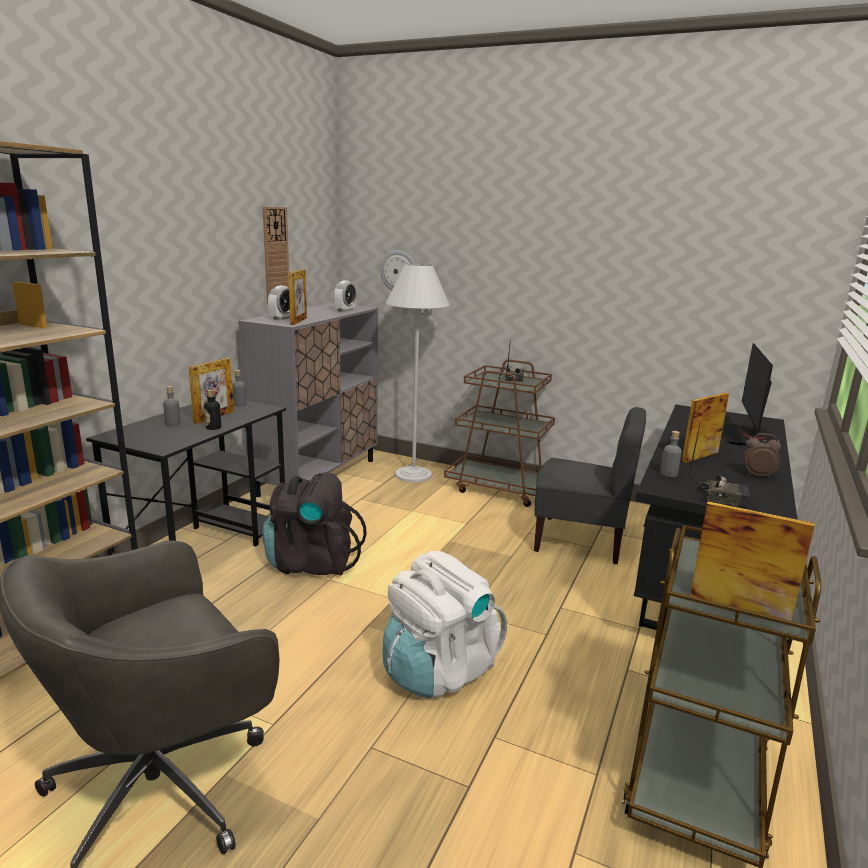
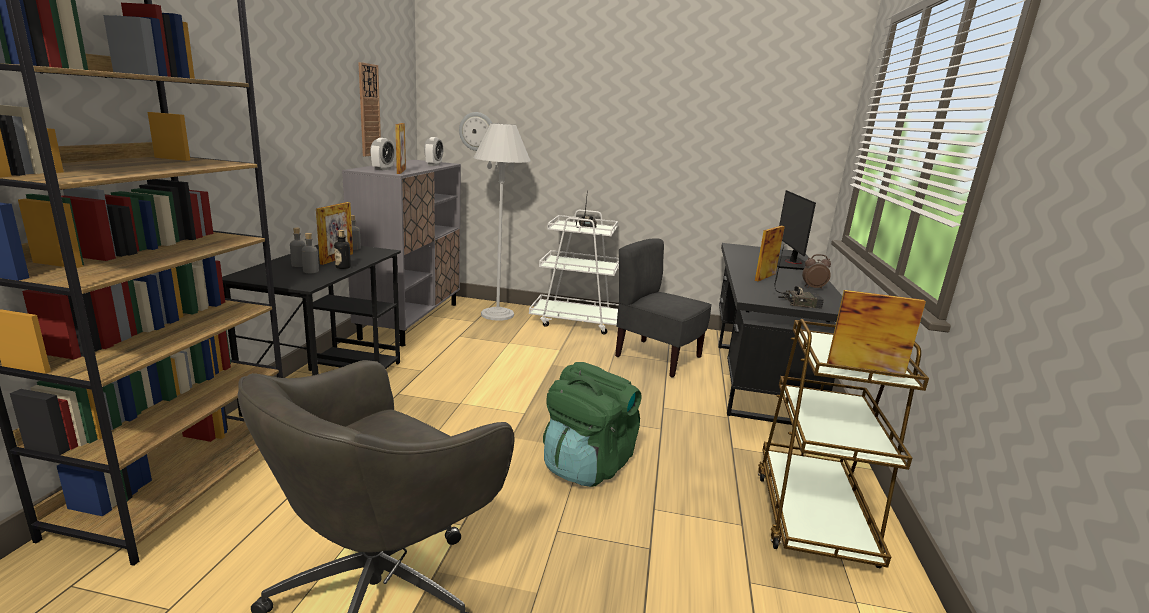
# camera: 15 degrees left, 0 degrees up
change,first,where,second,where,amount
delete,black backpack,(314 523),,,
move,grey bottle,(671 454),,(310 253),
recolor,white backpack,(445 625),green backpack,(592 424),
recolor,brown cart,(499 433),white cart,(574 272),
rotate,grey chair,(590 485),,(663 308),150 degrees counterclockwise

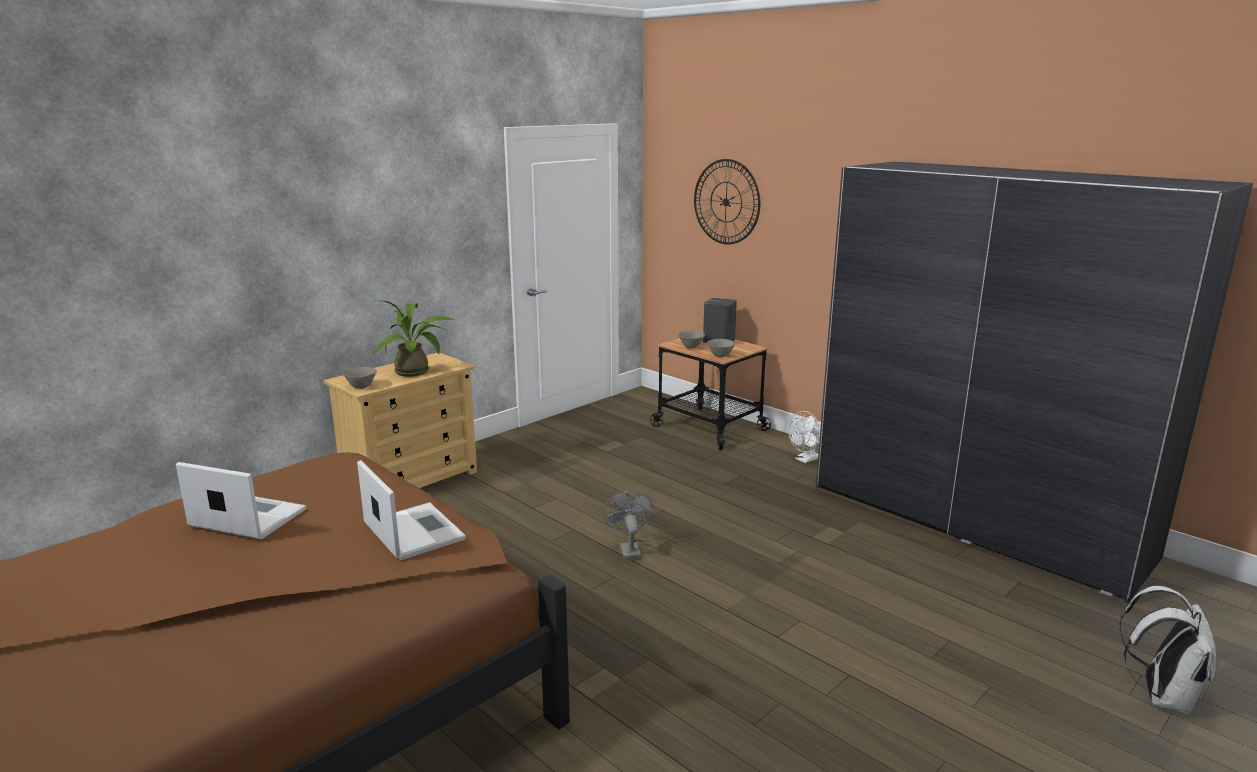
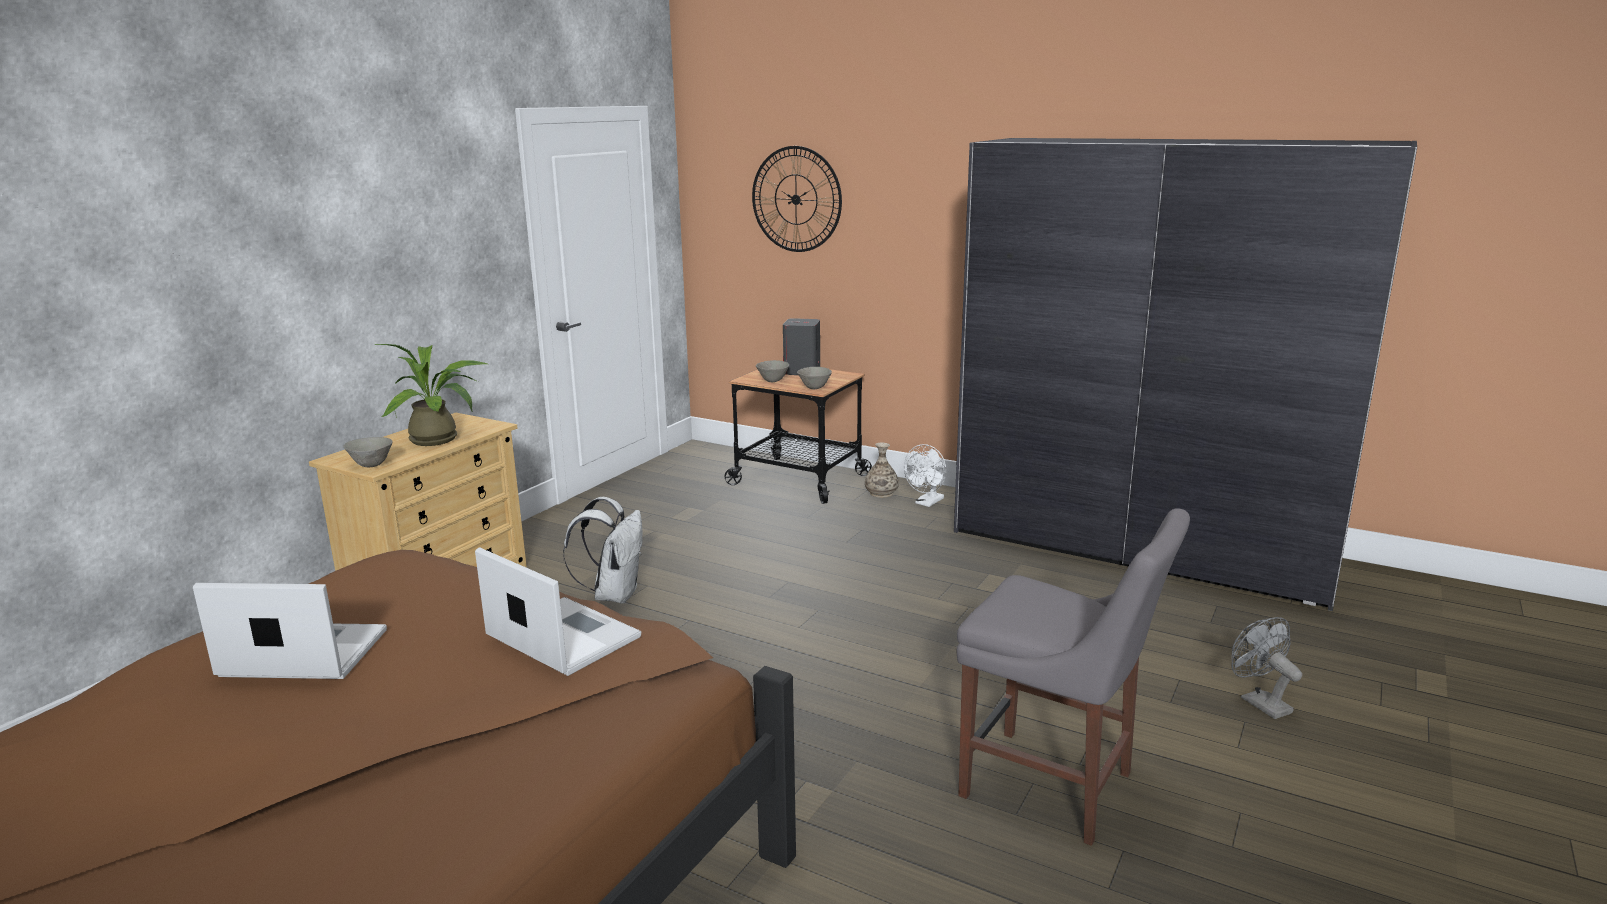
# camera: 15 degrees left, 0 degrees up
change,first,where,second,where,amount
insert,,,vase,(882 470),
insert,,,grey chair,(1073 677),
move,grey fan,(628 525),,(1266 668),
move,white backpack,(1167 650),,(602 550),

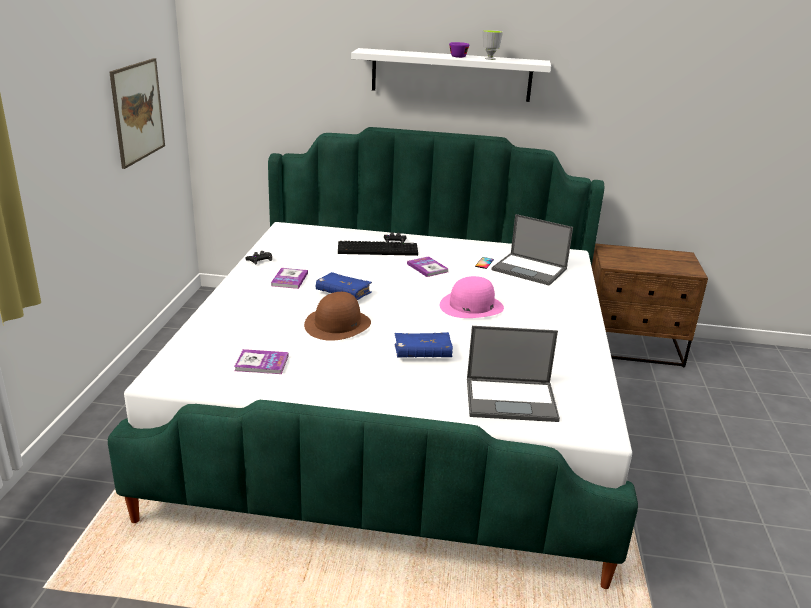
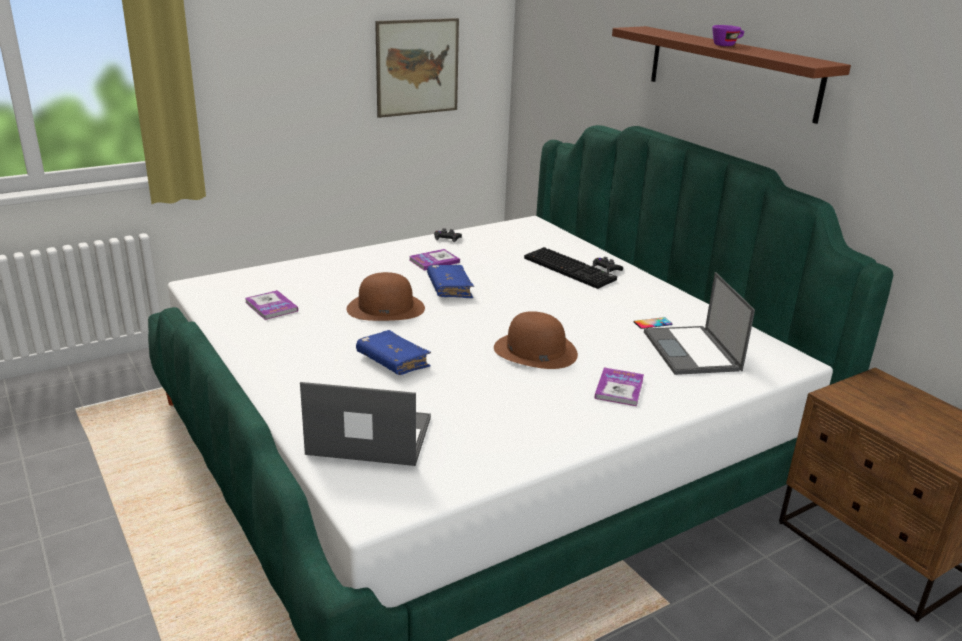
# camera: 50 degrees right, 0 degrees up
change,first,where,second,where,amount
delete,cup,(493 45),,,
move,book,(428 266),,(619 386),
recolor,white shelf,(451 75),brown shelf,(731 75),
recolor,pink hat,(472 297),brown hat,(536 340),
rotate,laptop,(513 374),,(365 424),135 degrees clockwise

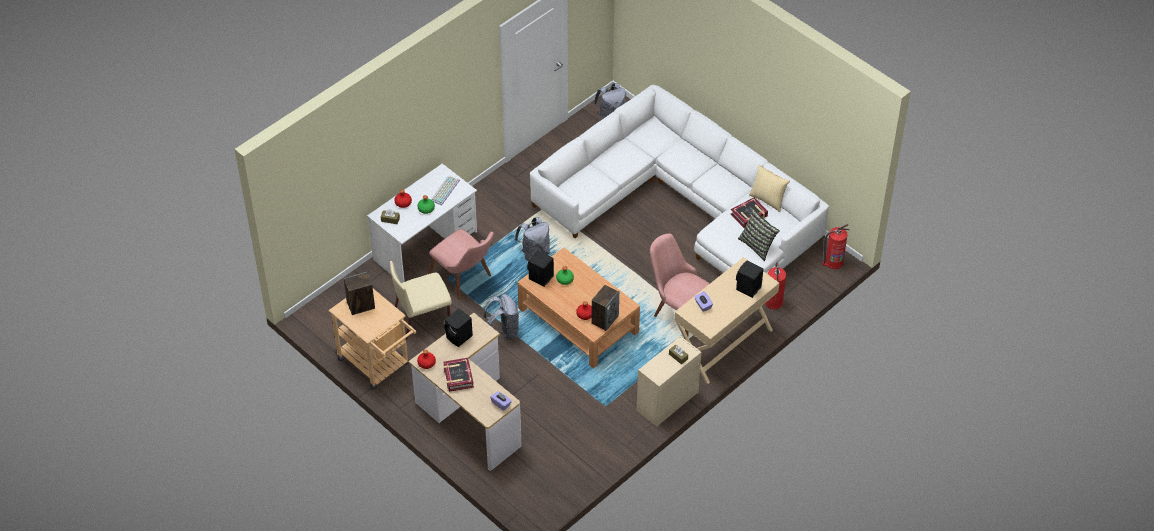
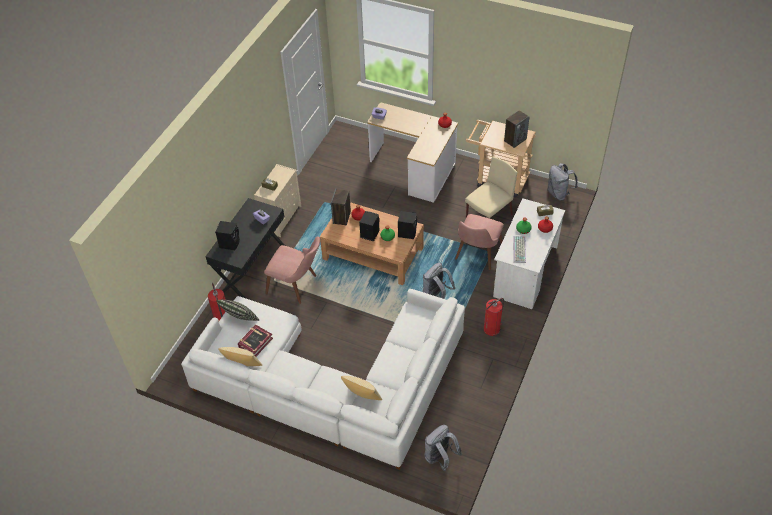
# camera: 160 degrees right, 0 degrees up
change,first,where,second,where,amount
delete,book,(459 375),,,
insert,,,pillow,(361 388),
move,black speaker,(458 328),,(369 226),
move,grey backpack,(501 317),,(562 182),
move,fire extinguisher,(835 246),,(494 317),
recolor,beige desk,(726 320),black desk,(245 248),
rotate,pink chair,(461 264),,(479 242),90 degrees counterclockwise

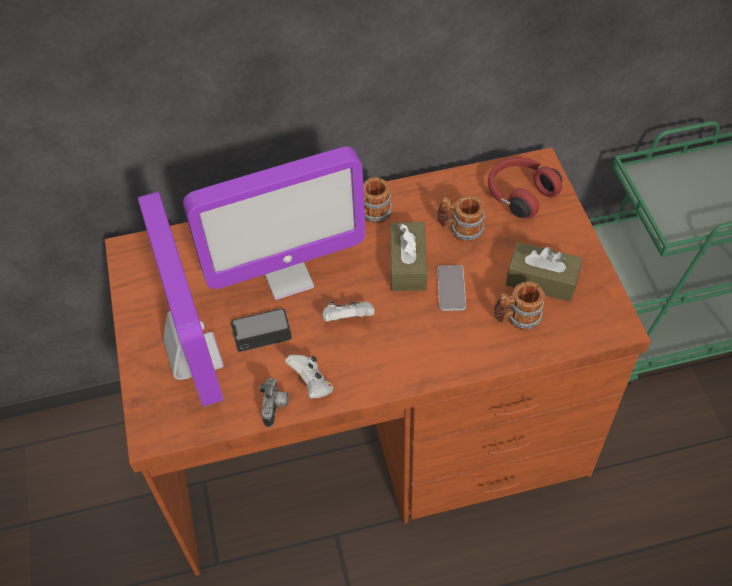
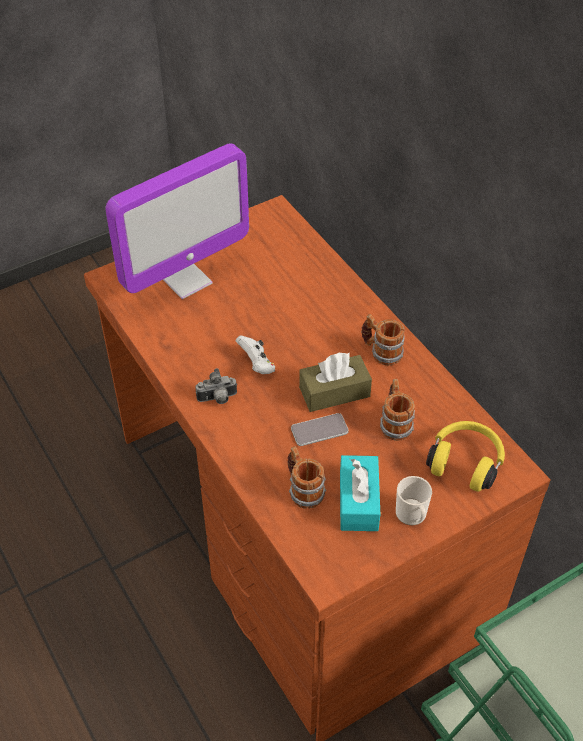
# camera: 70 degrees right, 5 degrees down
change,first,where,second,where,amount
delete,monitor,(274 223),,,
delete,phone,(261 330),,,
delete,white game controller,(309 376),,,
insert,,,mug,(414 500),
move,photo camera,(273 402),,(216 386),
recolor,red headphones,(525 187),yellow headphones,(465 456),
recolor,brown tissue box,(544 272),turquoise tissue box,(360 493),

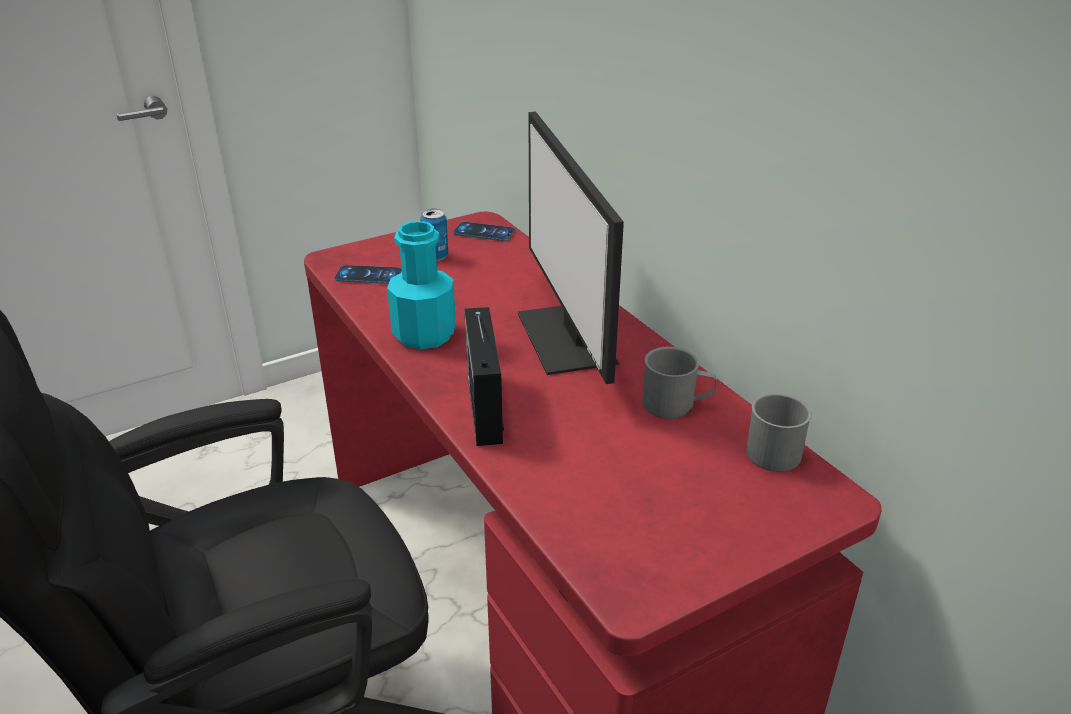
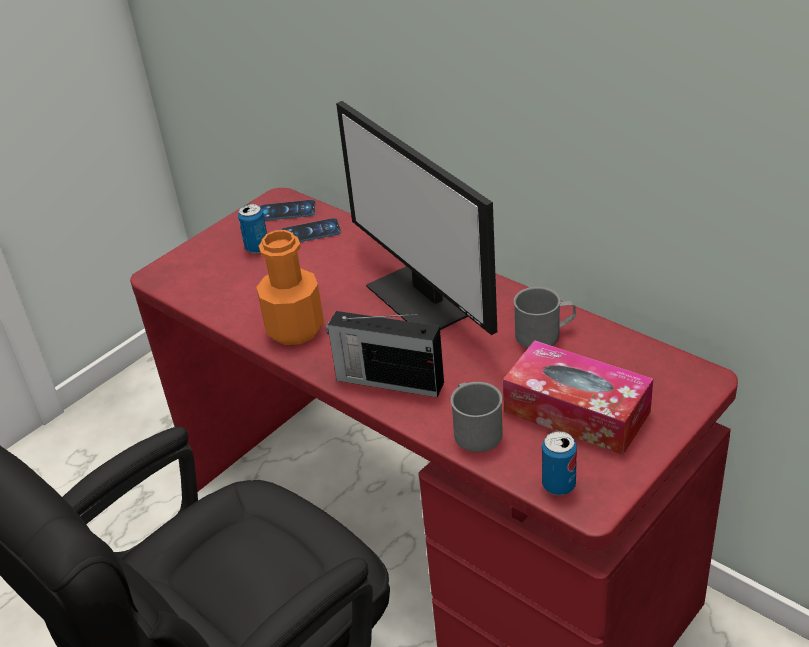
# camera: 15 degrees left, 5 degrees up
change,first,where,second,where,amount
insert,,,tissue box,(578 397),
insert,,,can,(559 463),
move,phone,(368 274),,(311 230),
move,grey mug,(779 432),,(477 417),
recolor,turquoise bottle,(421 285),orange bottle,(290 287),
rotate,radio,(484 376),,(385 354),45 degrees counterclockwise

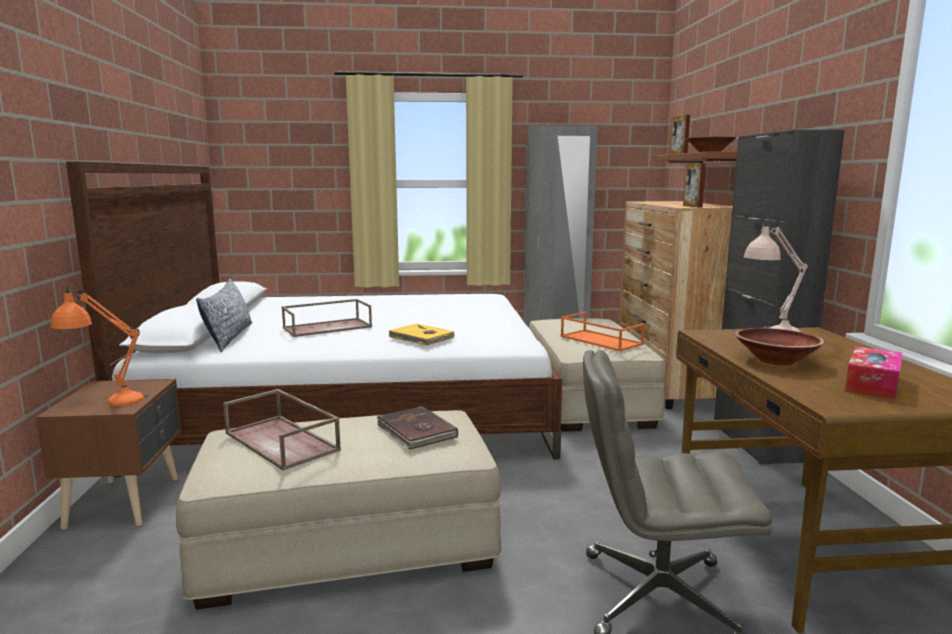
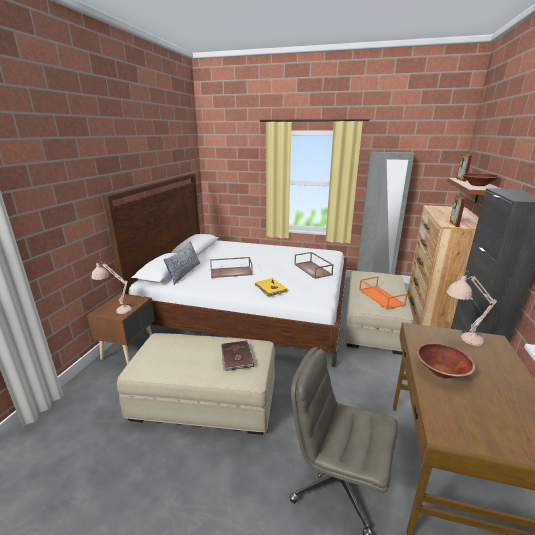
# camera: 20 degrees right, 10 degrees up
change,first,where,second,where,amount
delete,tissue box,(874 372),,,
move,brown tray,(282 430),,(314 265),
recolor,orange table lamp,(99 345),beige table lamp,(112 287),

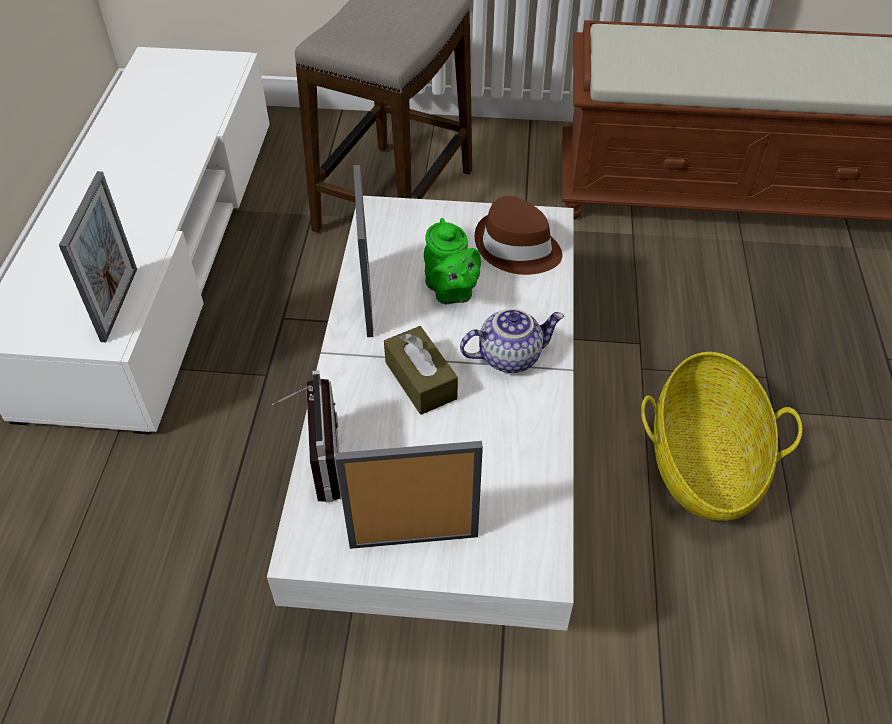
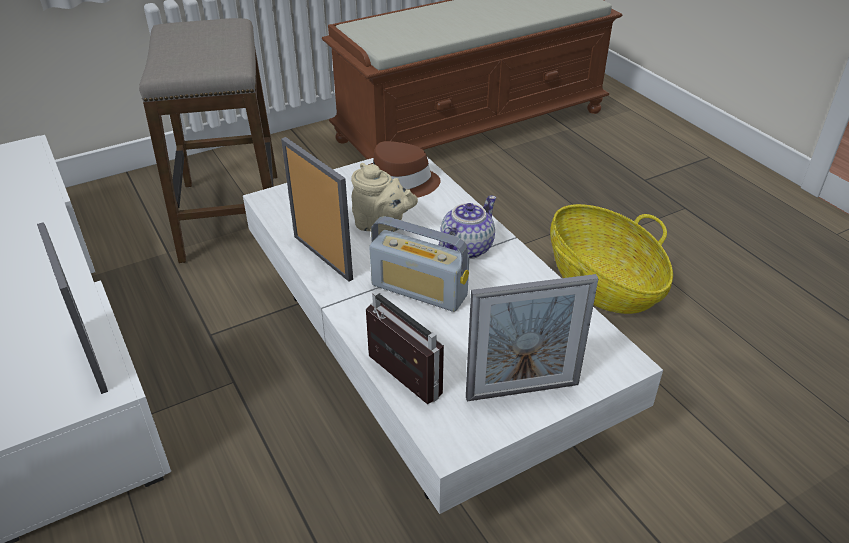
# camera: 35 degrees left, 10 degrees down
change,first,where,second,where,amount
replace,brown tissue box,(421 370),radio,(419 264),
recolor,green teapot,(452 261),beige teapot,(384 199),
rotate,picture frame,(409 495),,(532 337),150 degrees counterclockwise

